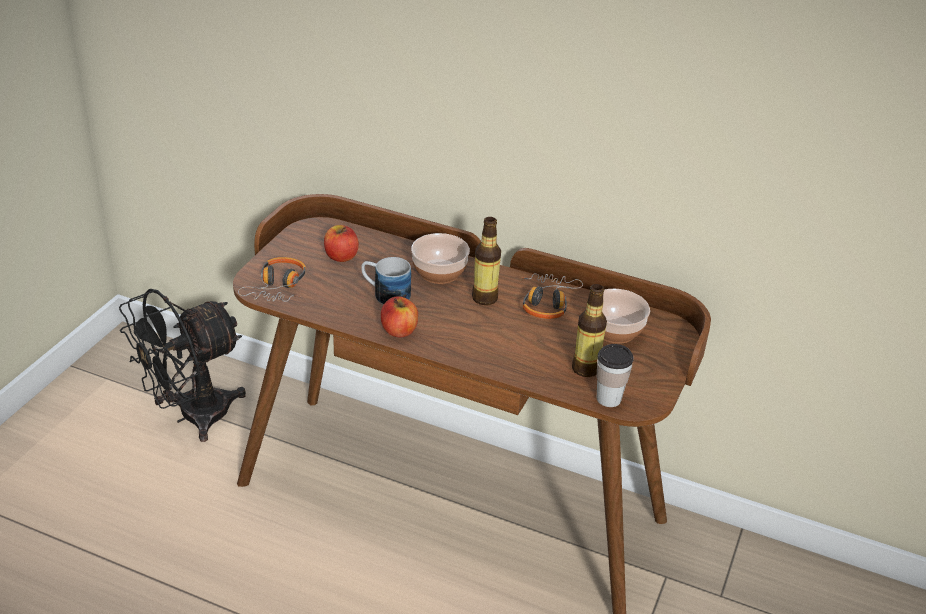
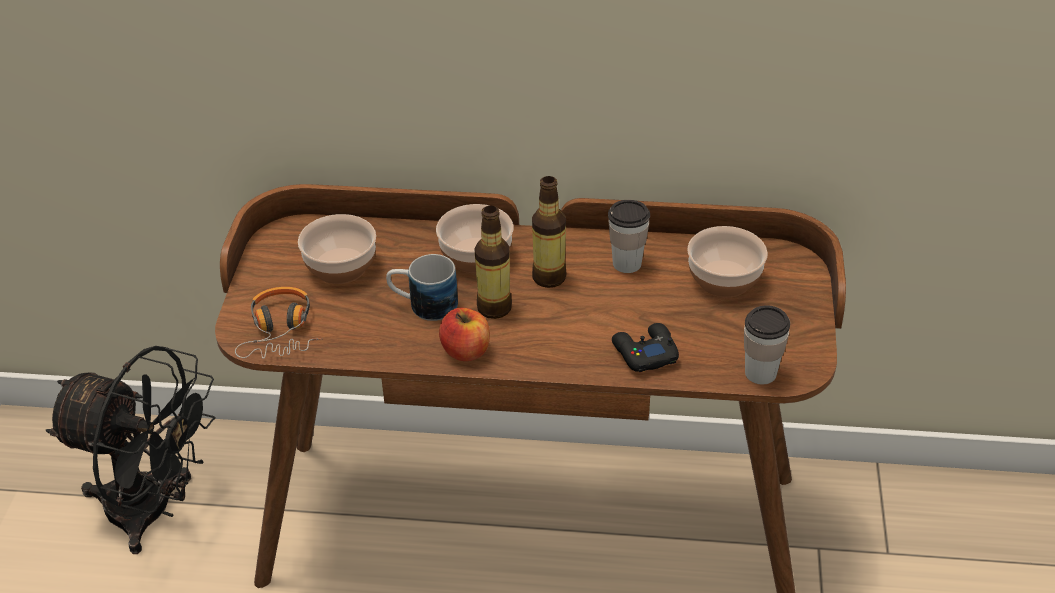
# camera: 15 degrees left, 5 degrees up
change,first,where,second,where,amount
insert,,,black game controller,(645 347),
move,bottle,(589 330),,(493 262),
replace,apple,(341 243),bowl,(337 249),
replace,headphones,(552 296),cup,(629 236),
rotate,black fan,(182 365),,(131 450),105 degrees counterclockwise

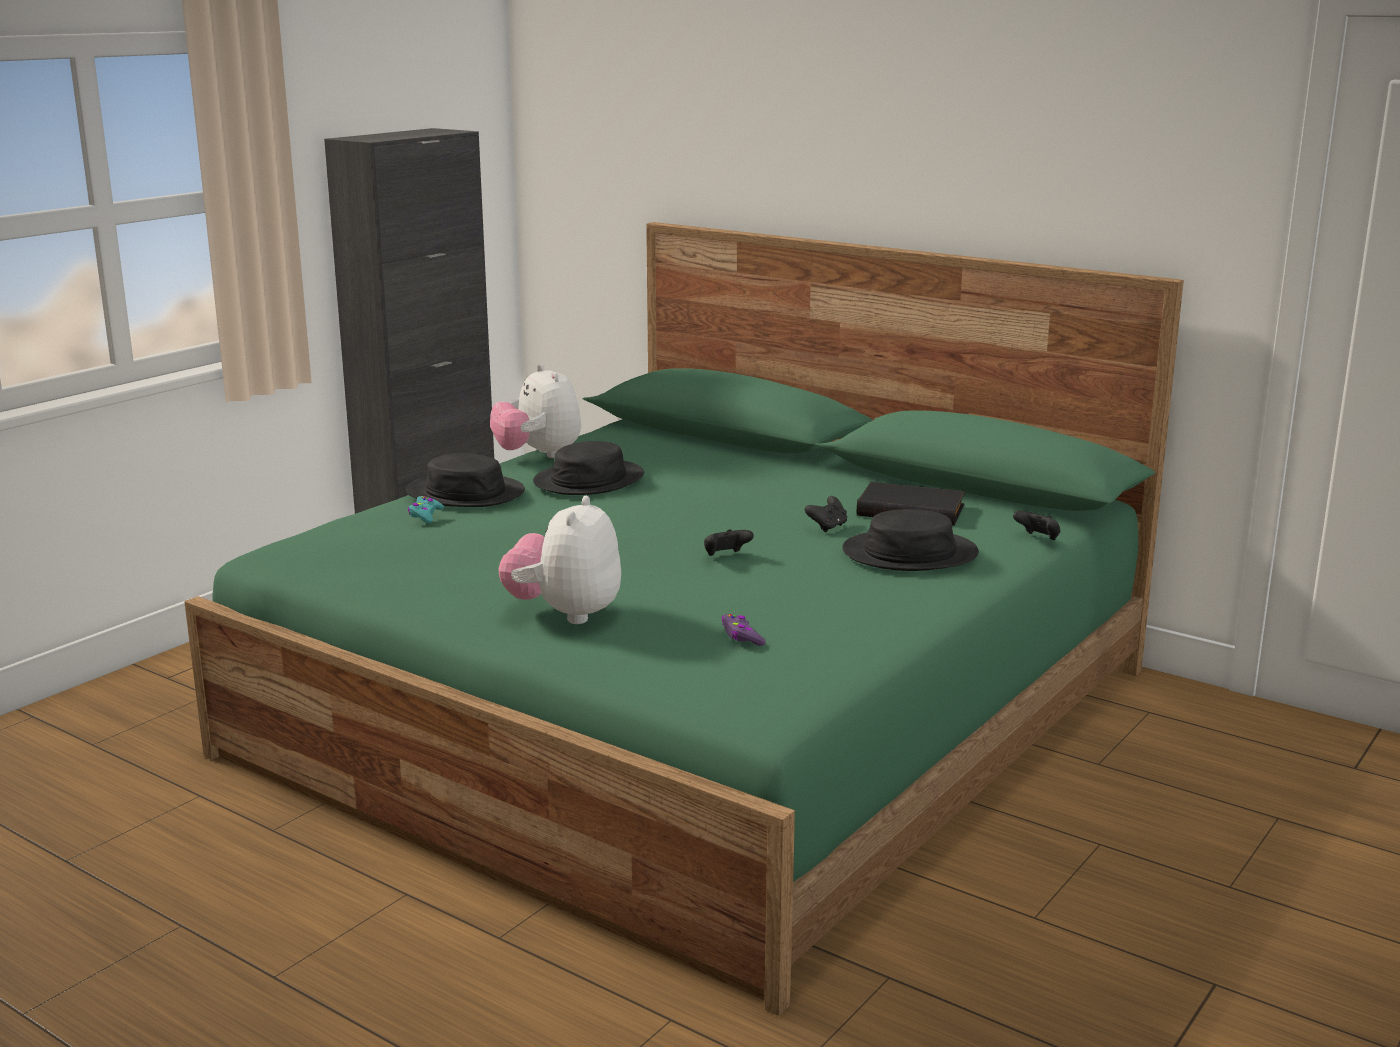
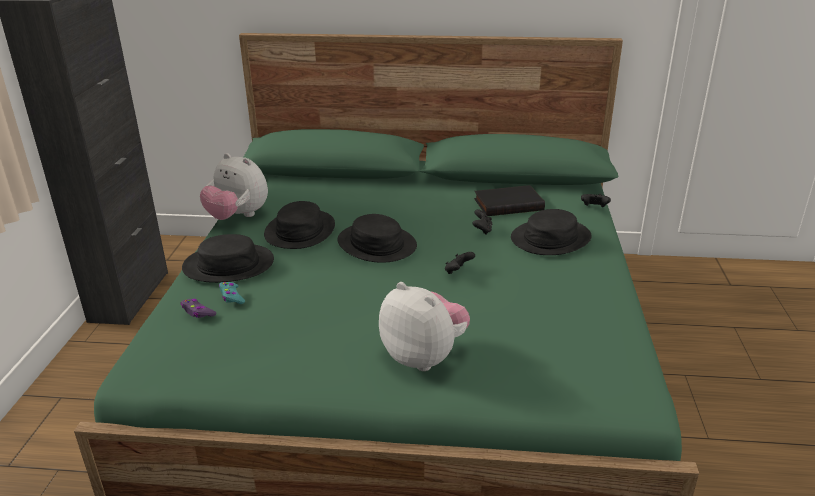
# camera: 30 degrees left, 10 degrees up
change,first,where,second,where,amount
insert,,,black hat,(377 238),
move,purple game controller,(744 630),,(198 308),
rotate,plush toy,(559 560),,(424 326),150 degrees clockwise

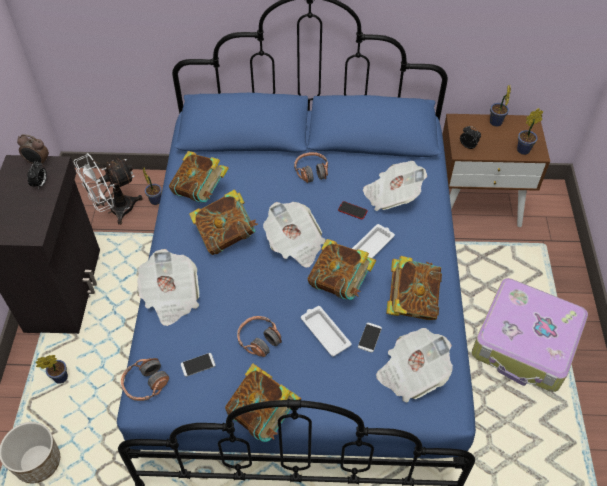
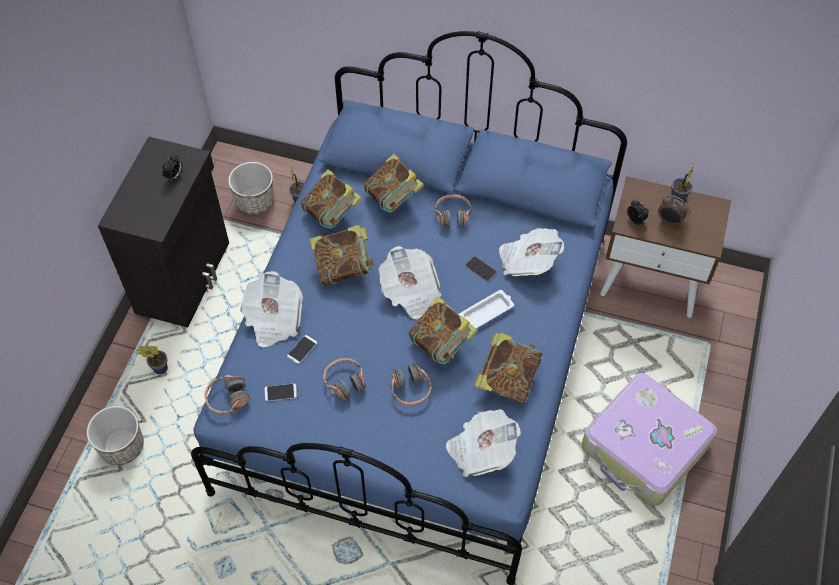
# camera: 15 degrees right, 5 degrees up
change,first,where,second,where,amount
delete,potted plant,(530 131),,,
move,alarm clock,(33 150),,(673 210),
move,book,(263 402),,(394 183),
move,phone,(370 338),,(302 349),
replace,white fan,(108 189),planter,(251 188),
replace,white tray,(326 331),headphones,(411 384),

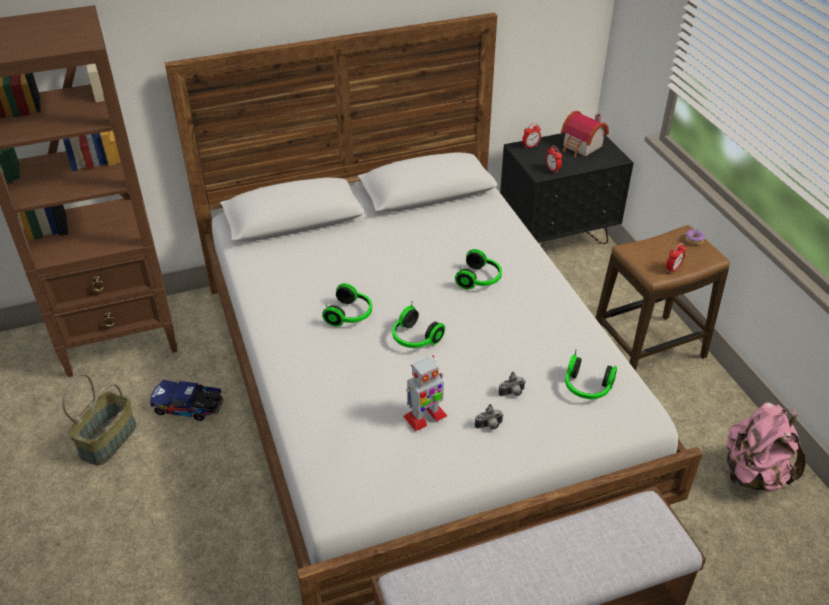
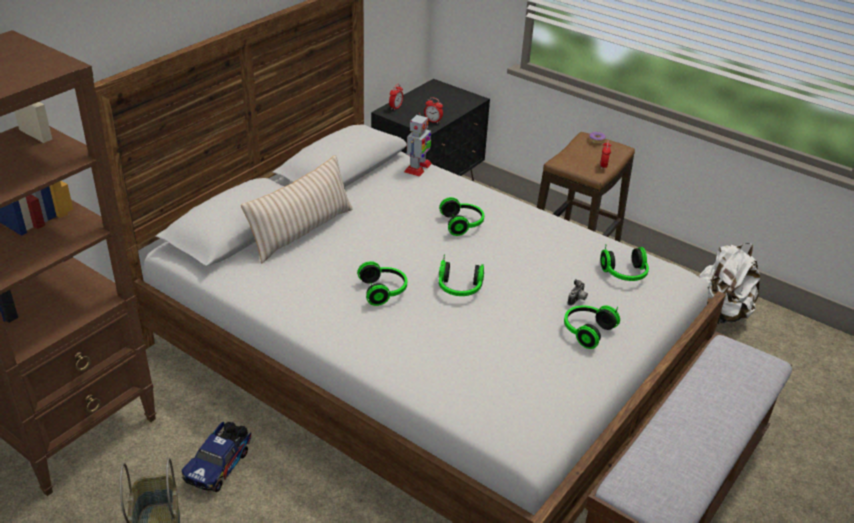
# camera: 35 degrees left, 5 degrees down
change,first,where,second,where,amount
delete,toy house,(585 134),,,
insert,,,beige pillow,(297 209),
move,toy robot,(425 393),,(418 145),
replace,photo camera,(489 417),headphones,(592 327),
recolor,pink backpack,(765 447),white backpack,(729 283),
rotate,toy truck,(186 400),,(216 457),45 degrees counterclockwise

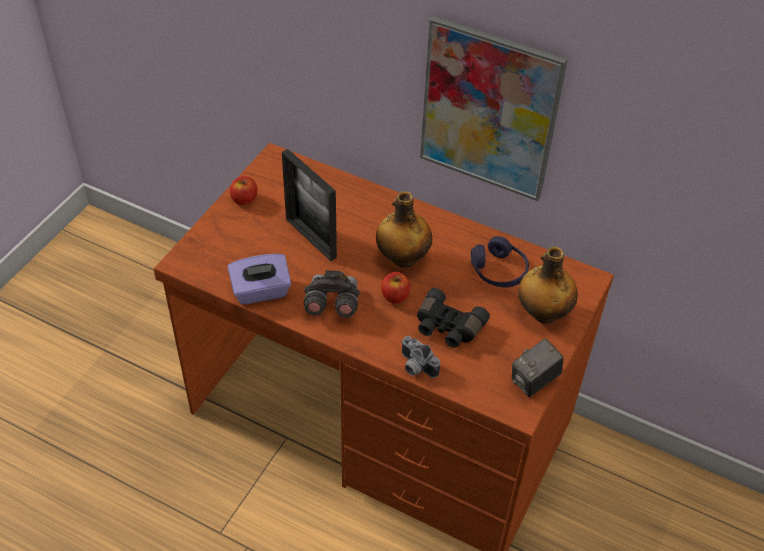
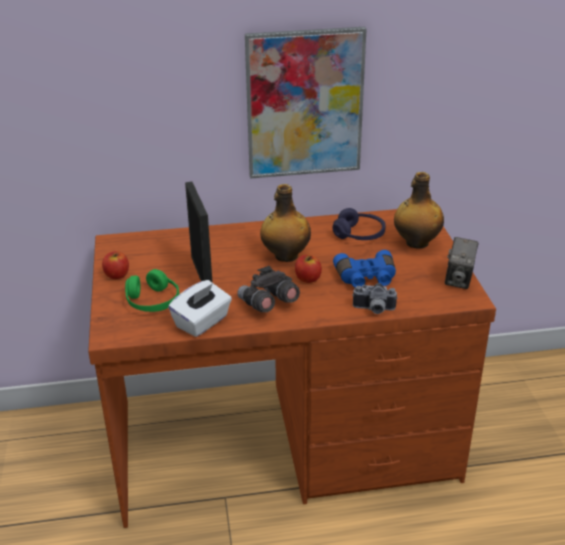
# camera: 35 degrees left, 15 degrees down
change,first,where,second,where,amount
insert,,,green headphones,(152 290),
recolor,purple tissue box,(259 279),white tissue box,(200 308),
recolor,black binoculars,(453 318),blue binoculars,(364 269),
rotate,picture frame,(309 205),,(199 232),120 degrees counterclockwise

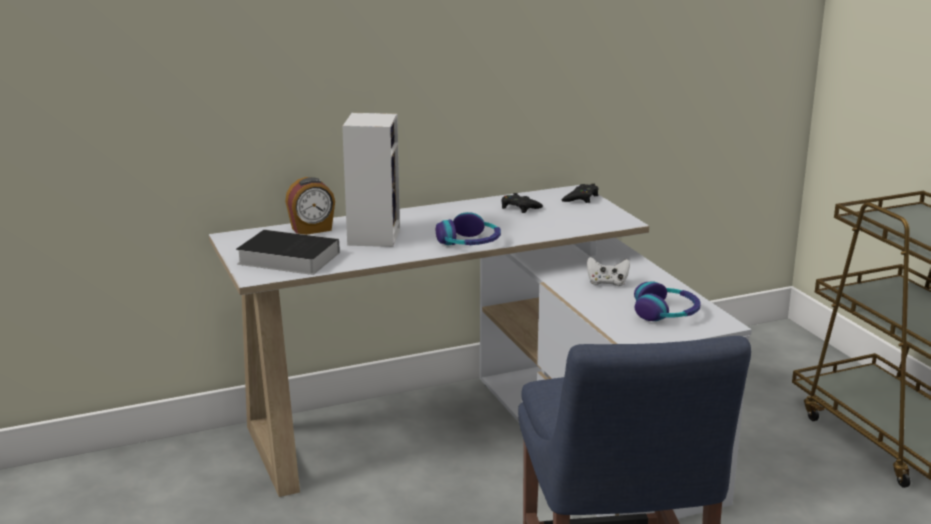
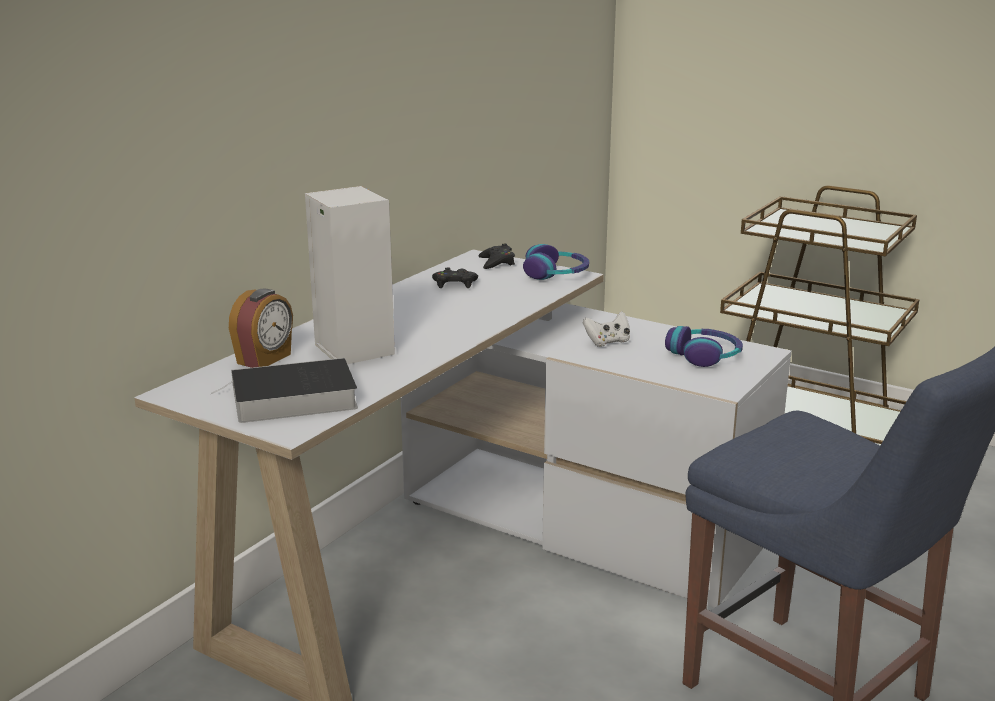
# camera: 35 degrees left, 0 degrees up
change,first,where,second,where,amount
move,headphones,(468 228),,(556 262),

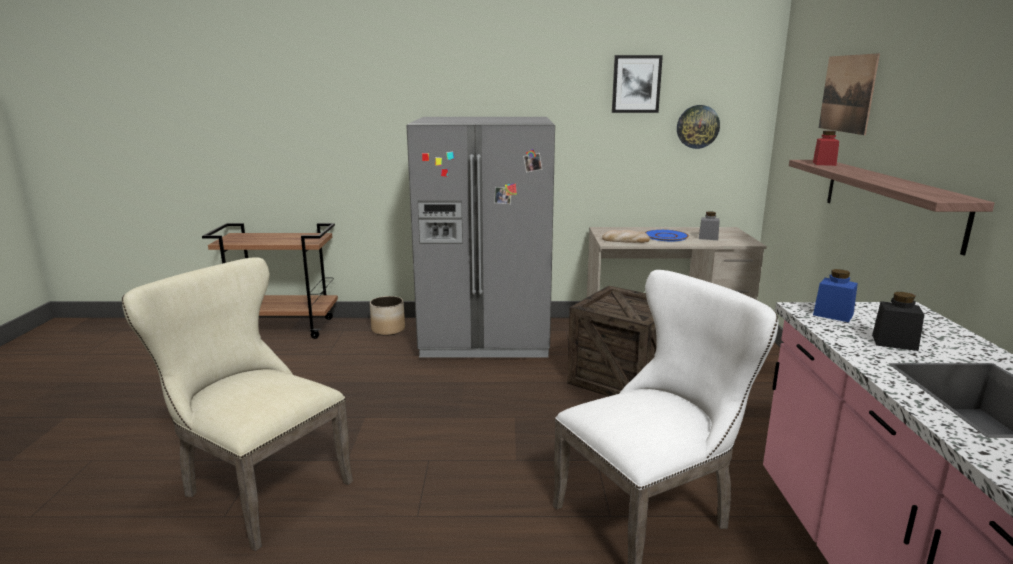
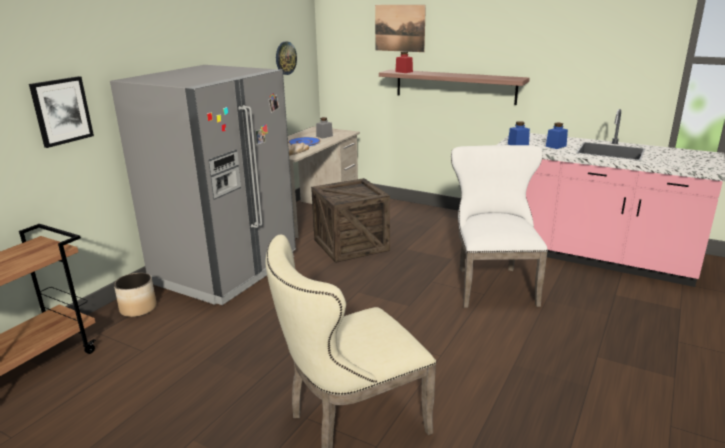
# camera: 60 degrees left, 5 degrees up
change,first,where,second,where,amount
move,picture,(637 84),,(61 112),
recolor,black jar,(898 321),blue jar,(557 136),

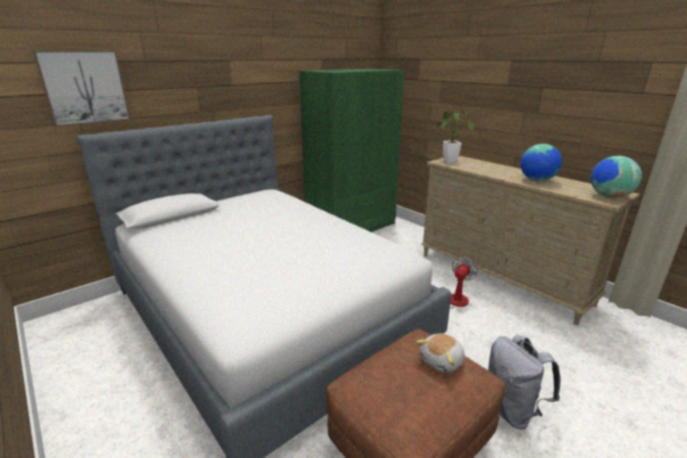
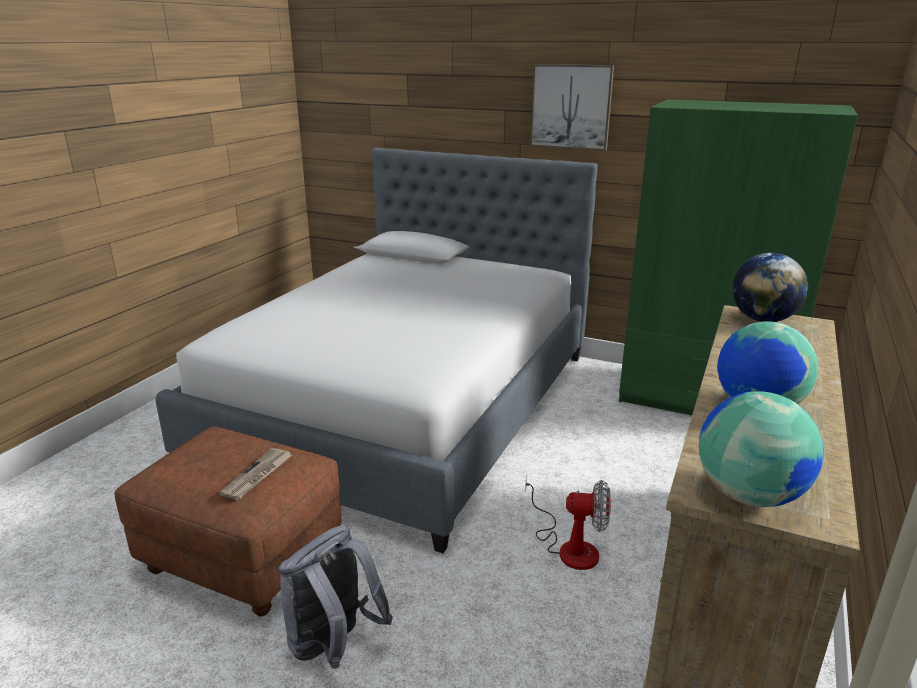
# camera: 65 degrees right, 0 degrees up
change,first,where,second,where,amount
move,picture,(82 88),,(572 107),
replace,plush toy,(440 353),newspaper,(255 474),
replace,potted plant,(455 135),globe,(770 287),

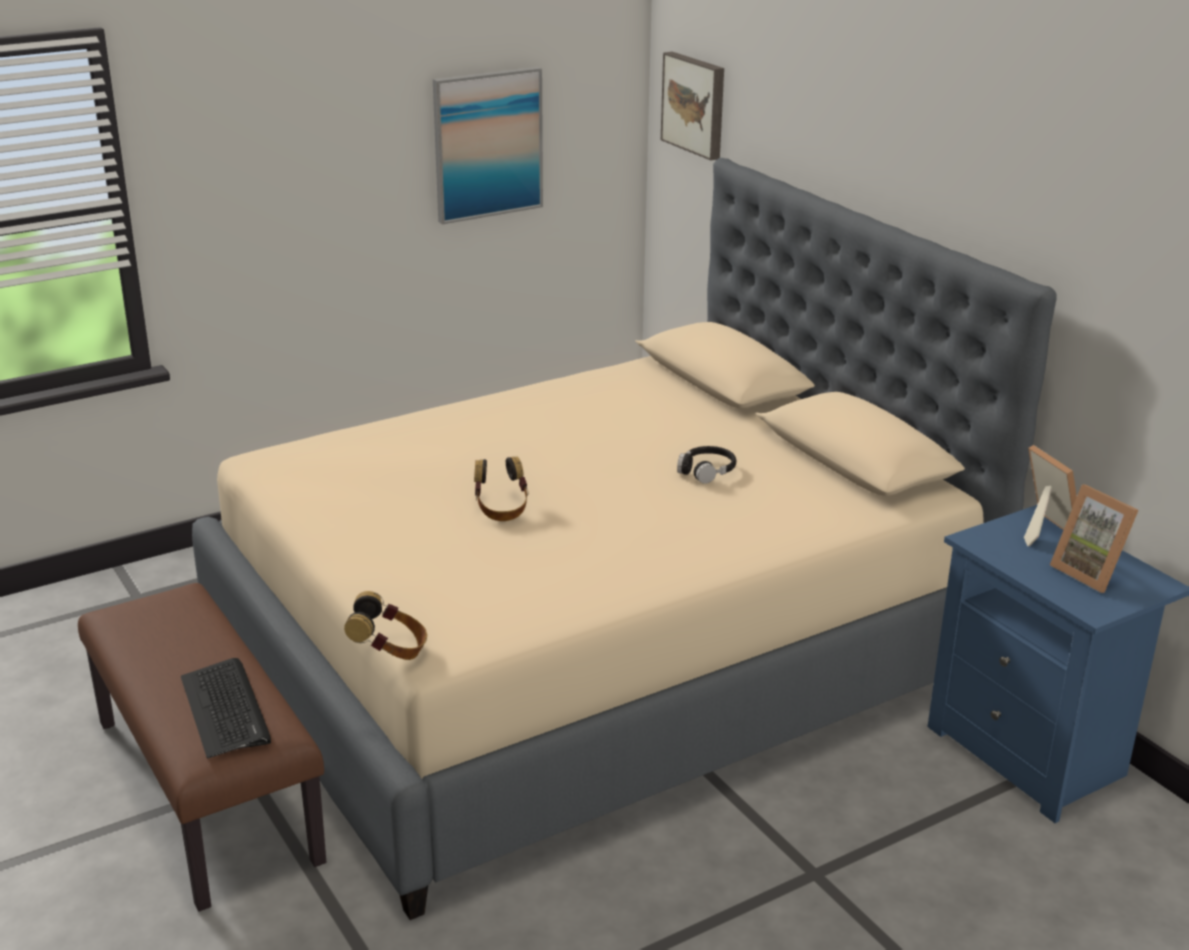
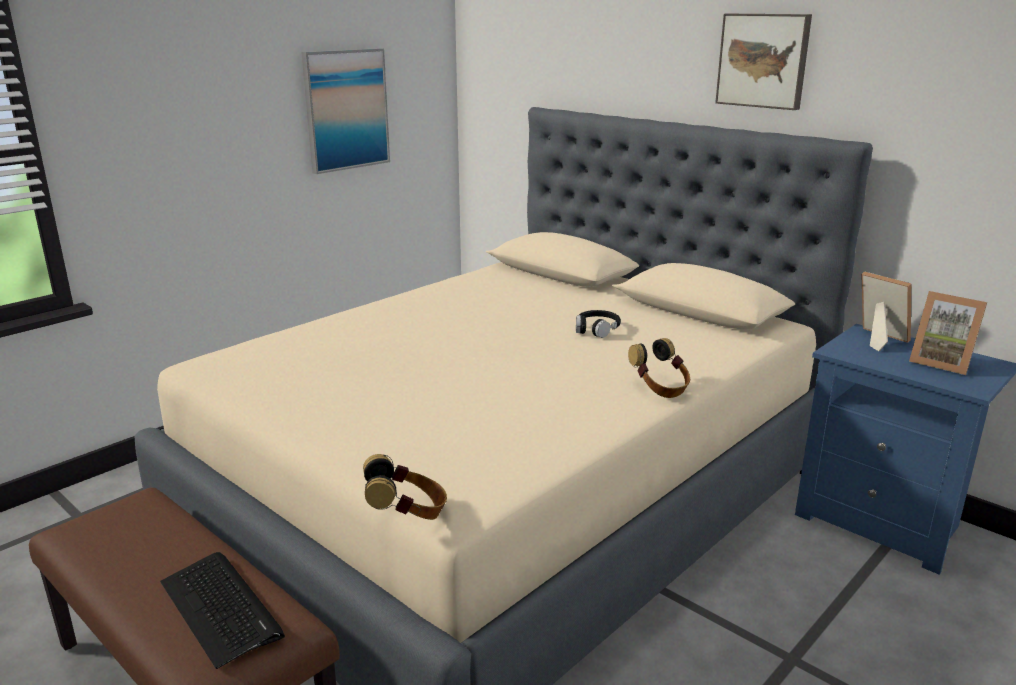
# camera: 15 degrees left, 5 degrees down
change,first,where,second,where,amount
move,headphones,(501 488),,(659 368),
move,picture,(692 106),,(763 62),

